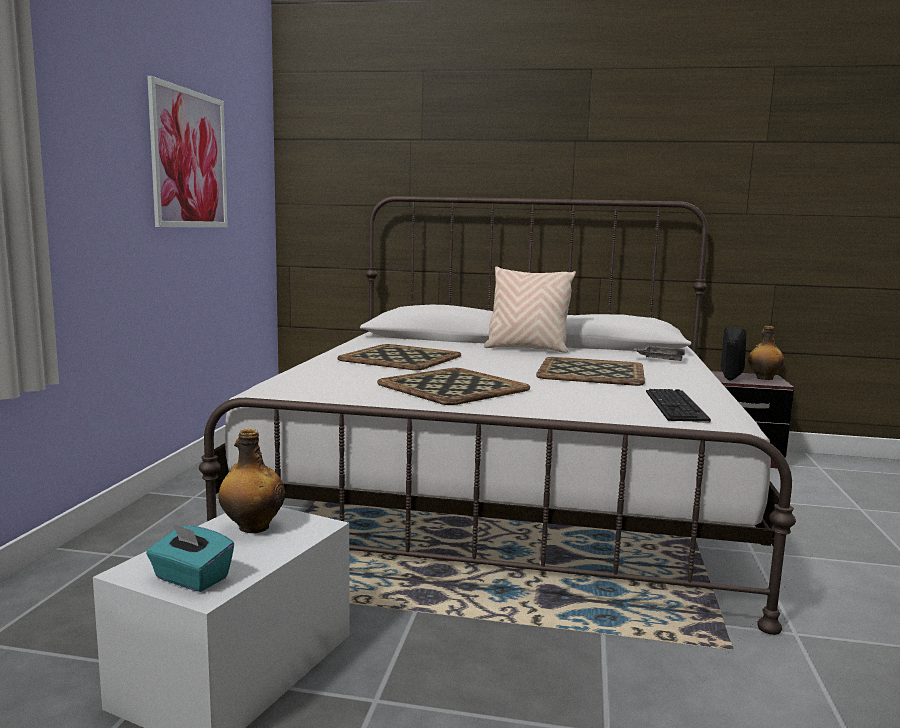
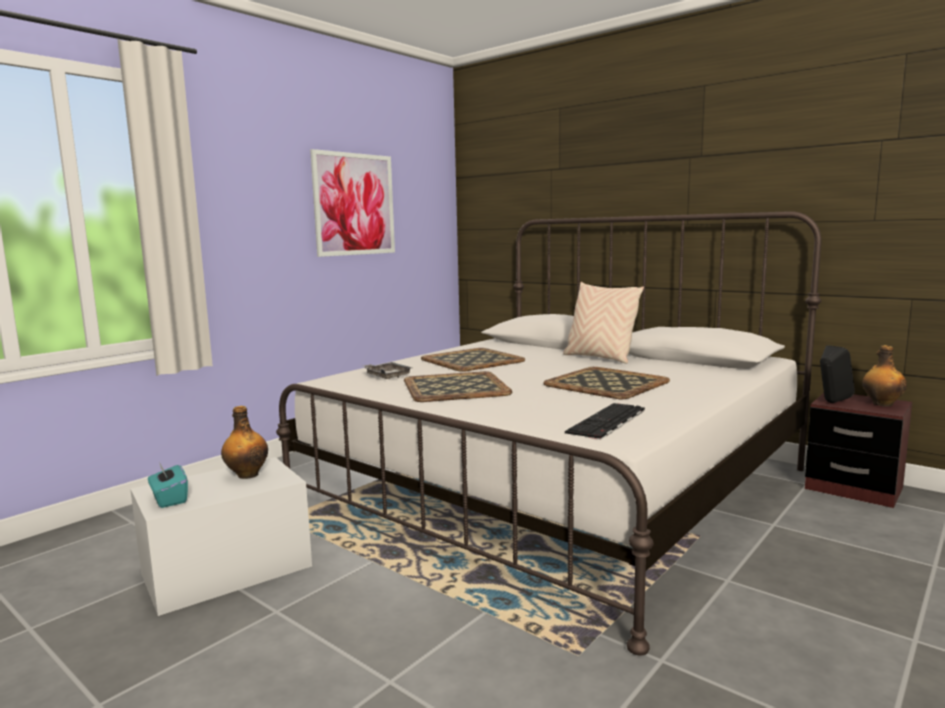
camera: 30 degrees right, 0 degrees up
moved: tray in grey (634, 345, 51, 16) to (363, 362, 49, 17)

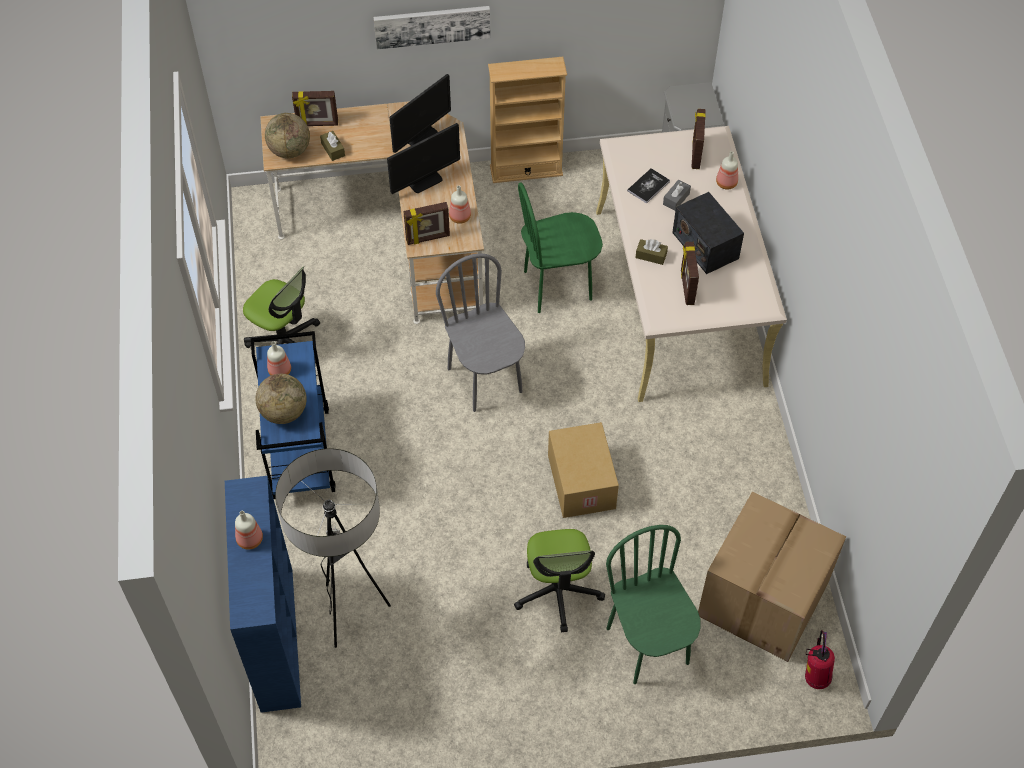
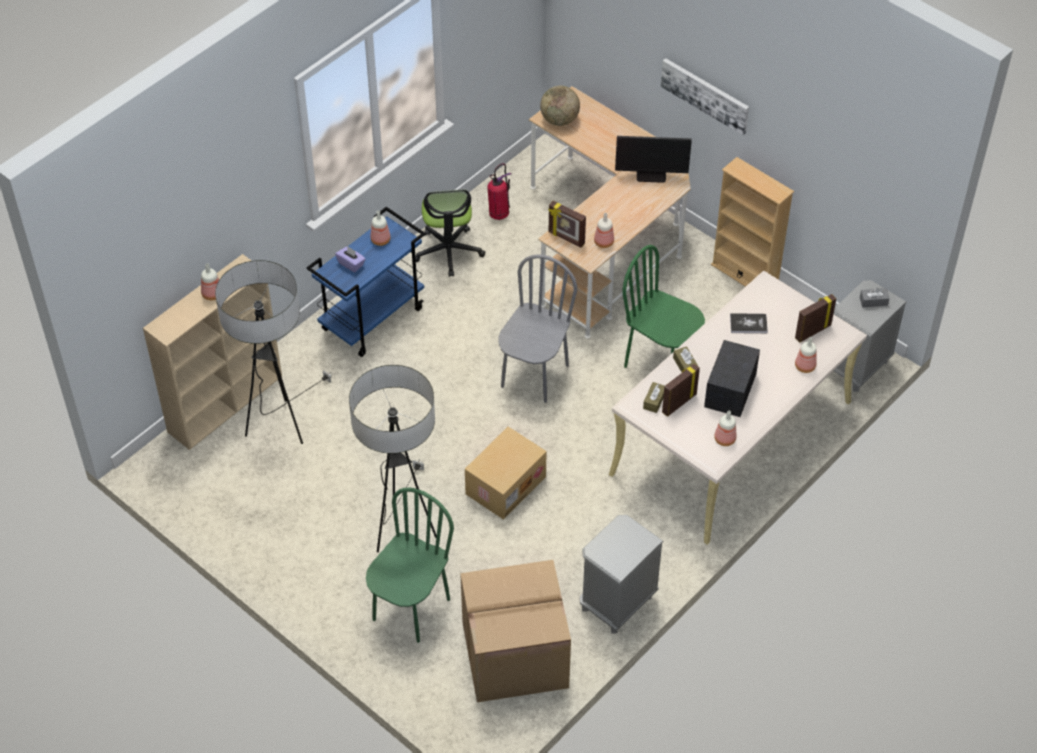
camera: 50 degrees right, 5 degrees down
removed: picture frame (292, 91, 46, 35); monitor (387, 123, 73, 71)
added: nightstand in grey (580, 515, 84, 119); bottle (714, 411, 23, 35)
moved: fire extinguisher (805, 630, 30, 59) to (487, 164, 25, 56); tissue box in brown (320, 131, 25, 30) to (643, 382, 22, 31); tissue box in grey (663, 180, 28, 31) to (860, 288, 29, 19)
replaced: globe (256, 374, 51, 50) to tissue box in purple (335, 246, 31, 26); office chair (514, 529, 91, 103) to floor lamp (349, 365, 88, 187)
recoloured: bookcase in blue (225, 476, 76, 237) to bookcase in beige (143, 254, 139, 196)

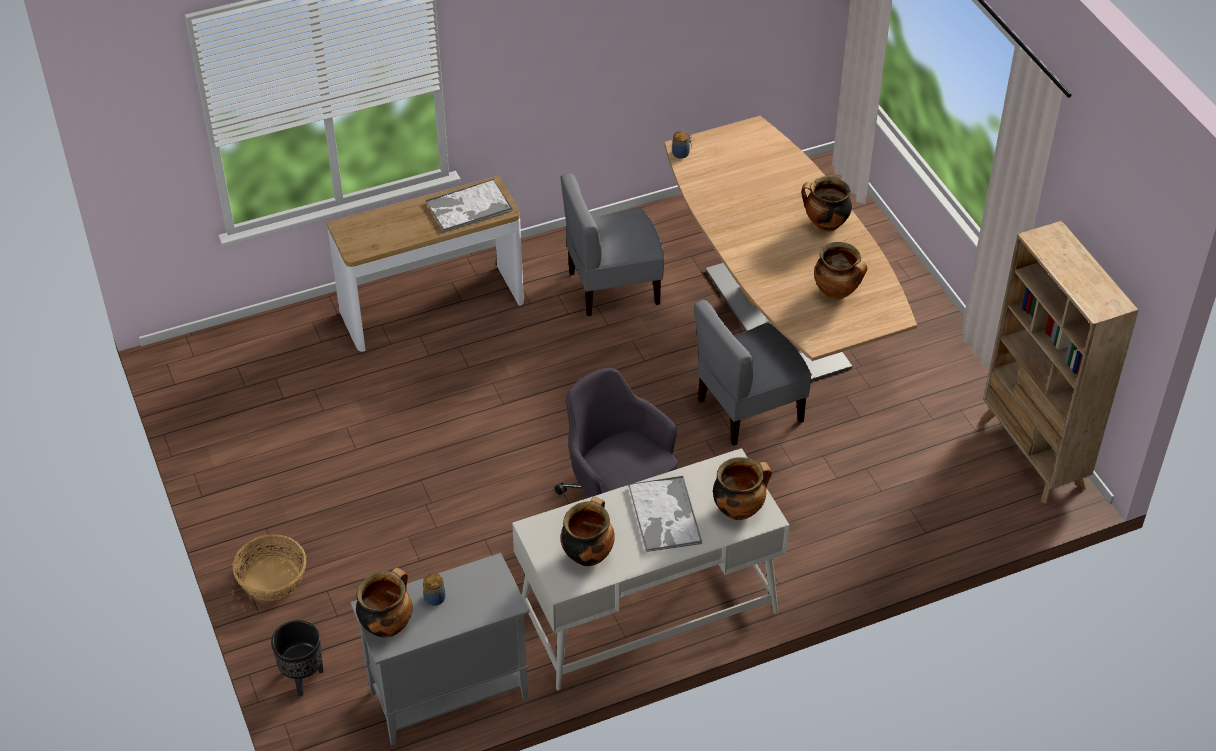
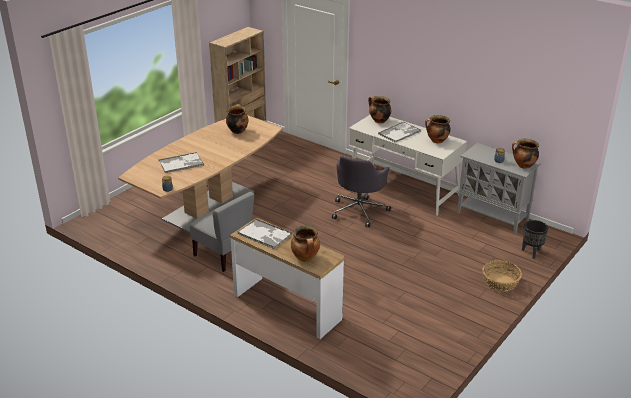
camera: 120 degrees left, 15 degrees down
removed: chair in grey (694, 300, 118, 146)
added: tray (159, 152, 45, 21)
moved: cooking pot (801, 176, 51, 56) to (291, 225, 29, 37)

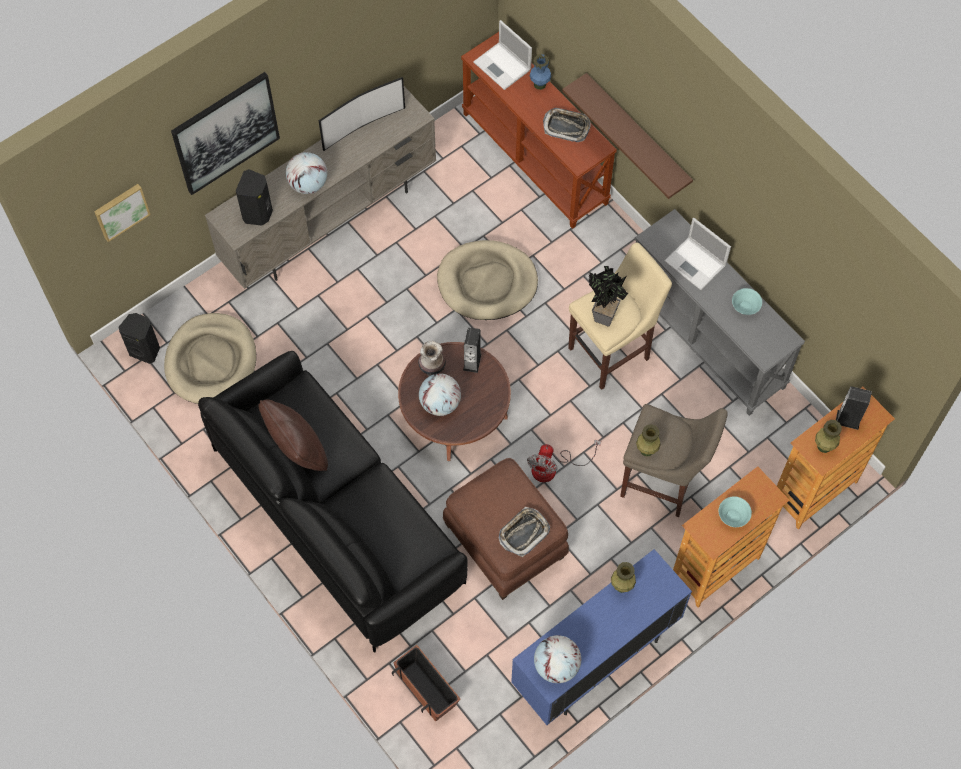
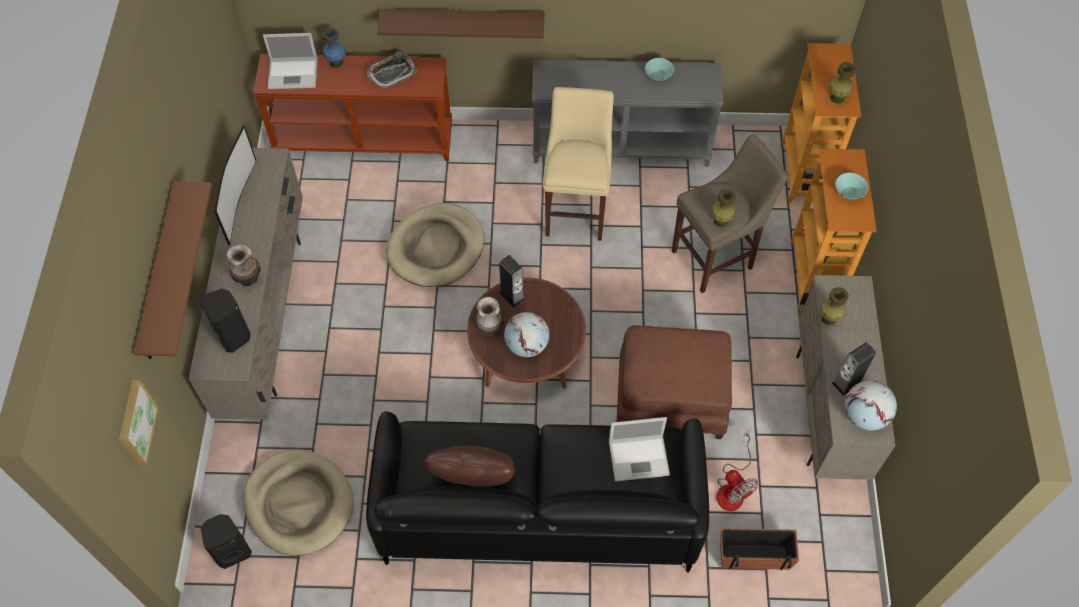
camera: 50 degrees left, 5 degrees down
removed: tray (499, 507, 51, 50); potted plant (588, 266, 40, 61)
moved: laptop (664, 218, 67, 72) to (609, 417, 61, 65); fan (527, 440, 74, 42) to (716, 430, 42, 81); speaker (836, 386, 36, 44) to (832, 342, 44, 54)
replaced: picture (171, 72, 109, 123) to shelf in brown (134, 182, 78, 177); globe (286, 152, 41, 42) to vase (226, 244, 35, 42)
recoloured: cabinet in blue (511, 549, 181, 176) to cabinet in beige (796, 275, 99, 205)

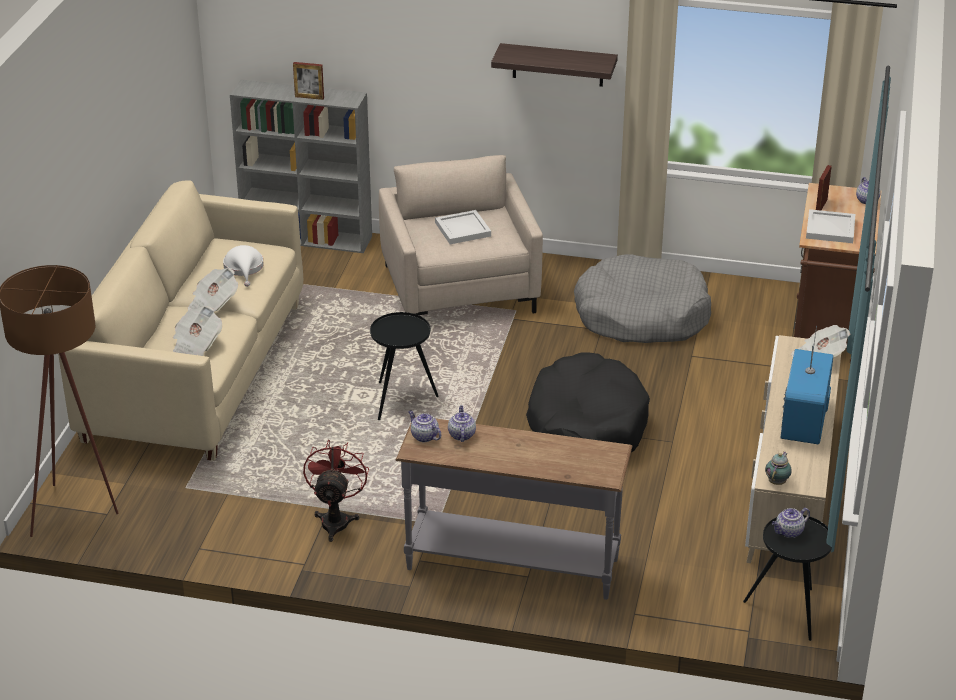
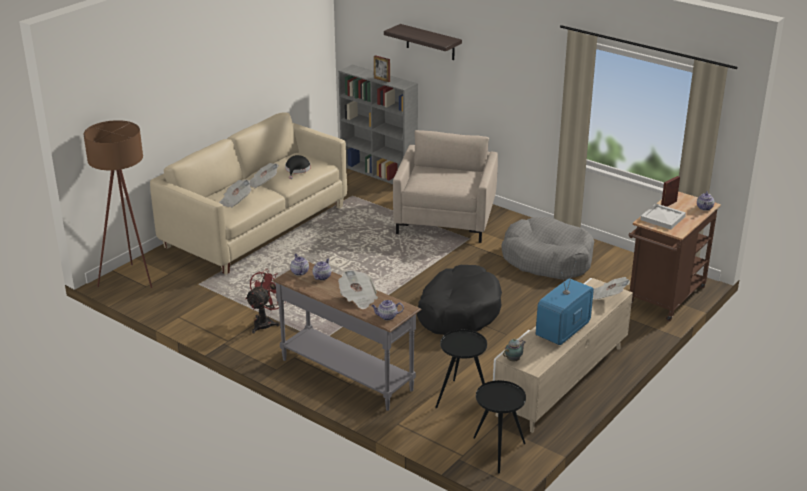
camera: 25 degrees right, 5 degrees down
removed: tray in white (435, 210, 56, 34)
added: newspaper (338, 270, 40, 39)
moved: teapot (772, 508, 38, 30) to (371, 300, 33, 20); shelf (491, 43, 127, 44) to (384, 24, 78, 36); side table in black (370, 312, 69, 108) to (435, 329, 52, 79)
recoloured: hat in white (223, 245, 41, 42) to hat in black (285, 155, 26, 24)

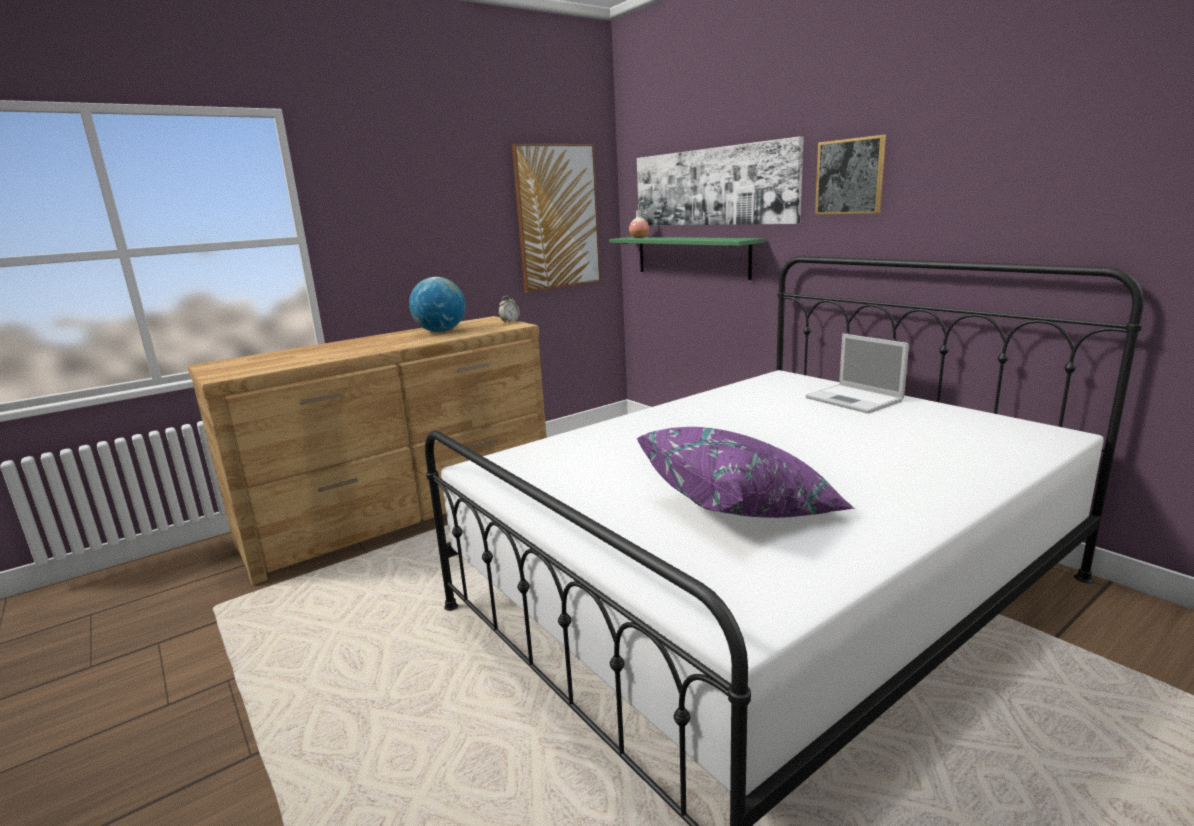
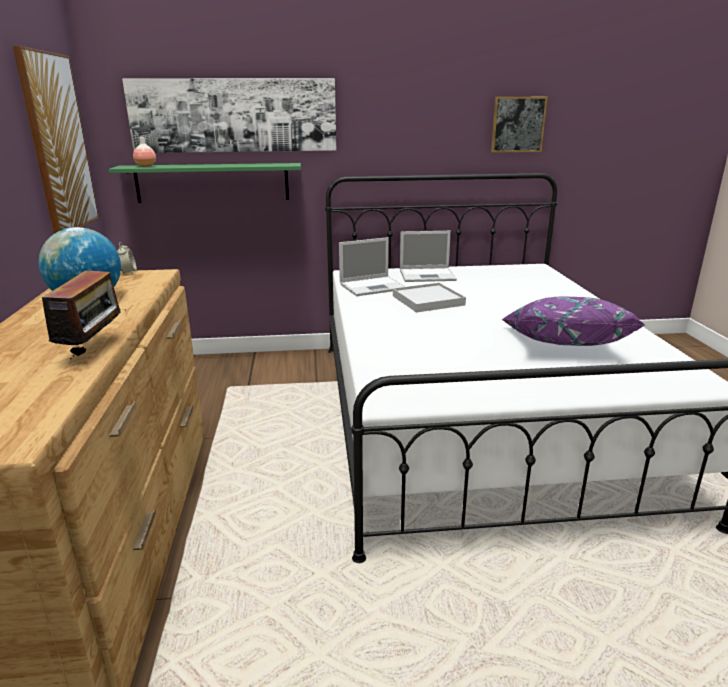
camera: 60 degrees left, 5 degrees up
added: radio (33, 267, 93, 92); laptop (339, 237, 67, 59); tray in white (393, 283, 73, 29)
moved: picture (815, 135, 71, 80) to (491, 97, 57, 56)

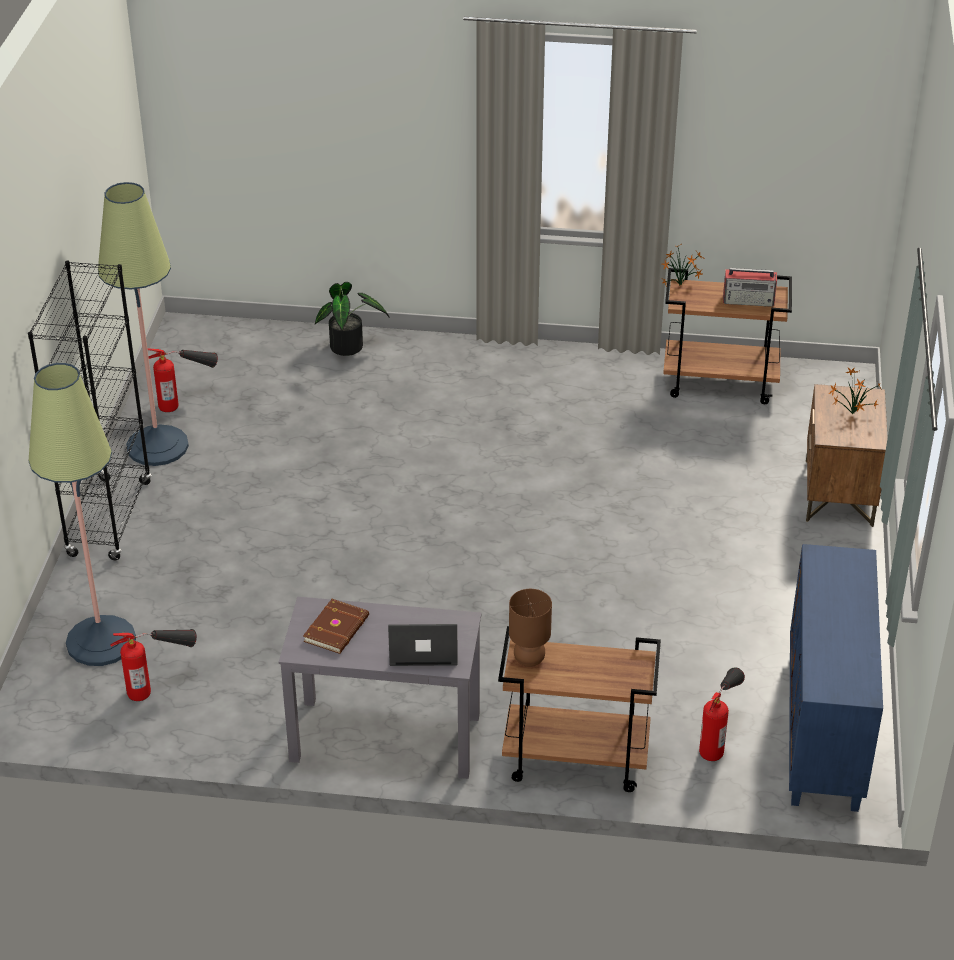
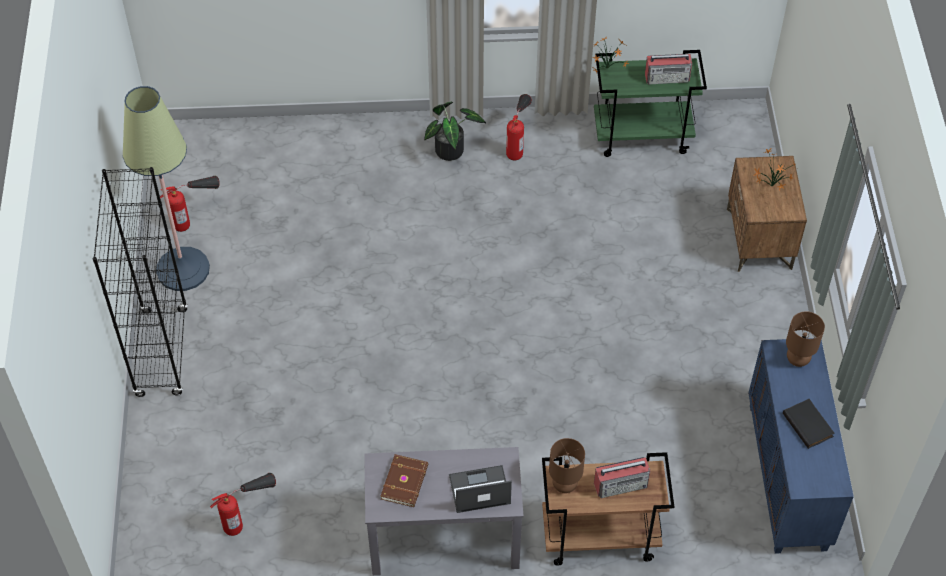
camera: 10 degrees left, 15 degrees up
removed: floor lamp (28, 363, 108, 303)
added: radio (594, 457, 56, 41); book in black (783, 399, 52, 50); table lamp in brown (786, 312, 39, 55)
moved: potted plant (315, 282, 74, 74) to (424, 102, 62, 59); fire extinguisher (699, 667, 46, 94) to (506, 94, 26, 66)
recoloured: cart in brown (663, 268, 129, 136) to cart in green (594, 50, 113, 107)

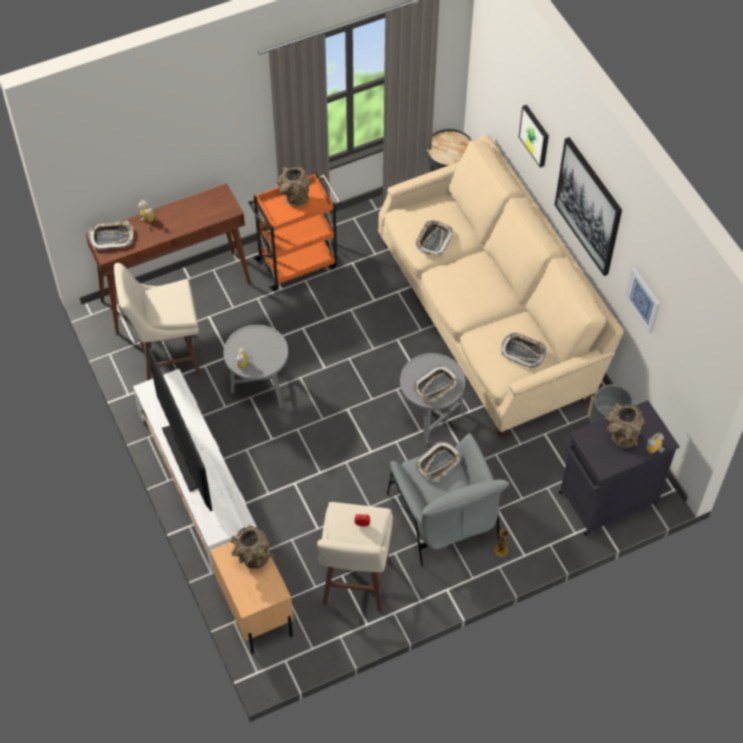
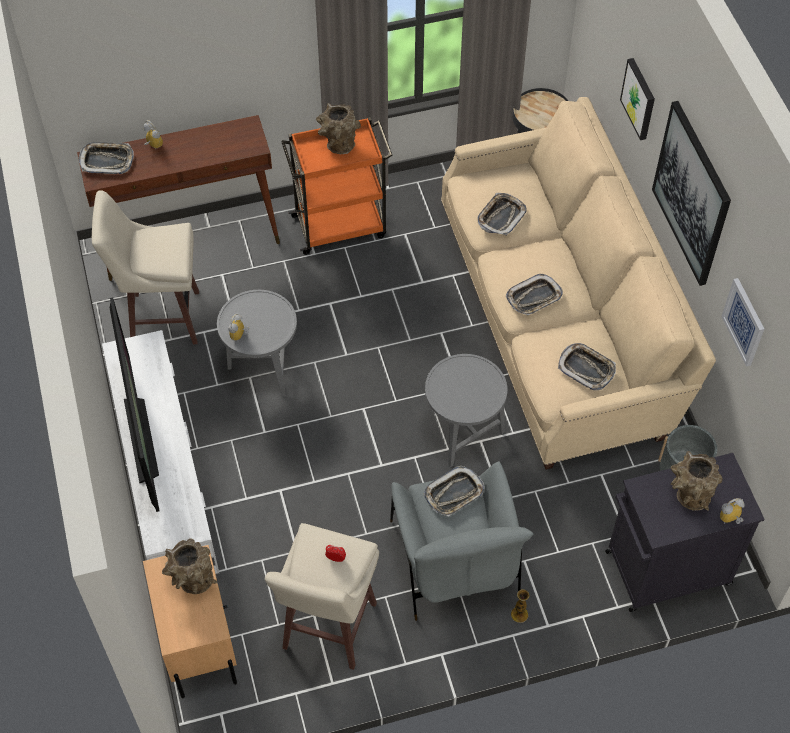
camera: 10 degrees right, 0 degrees up
moved: tray (413, 365, 46, 38) to (506, 274, 57, 41)

